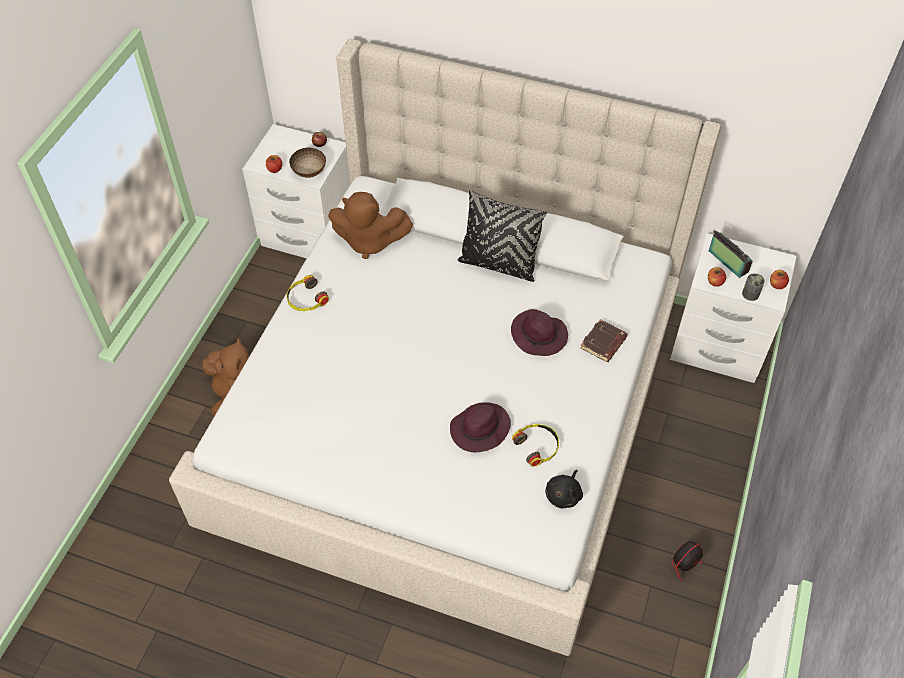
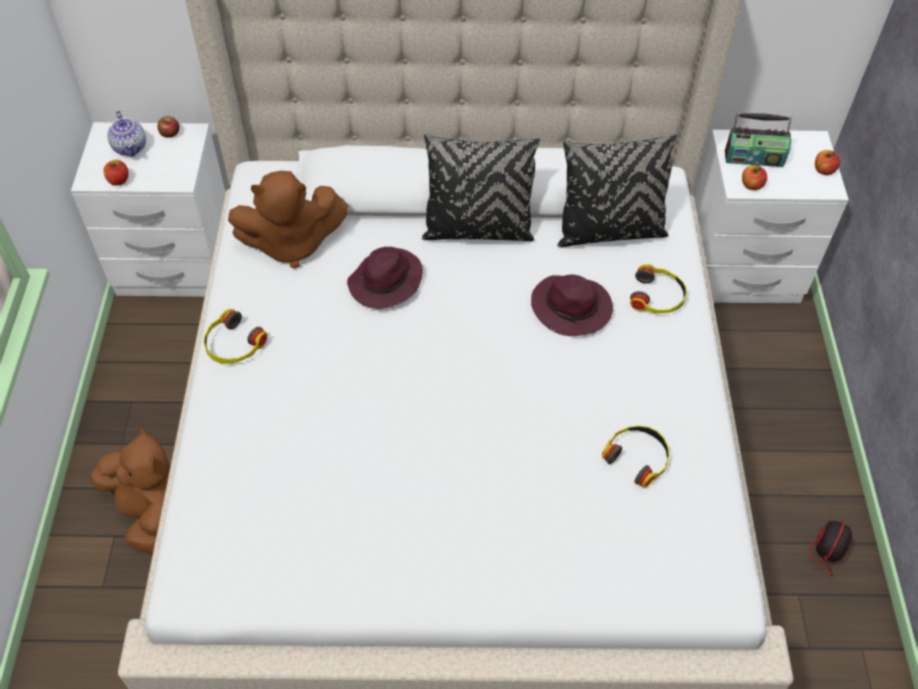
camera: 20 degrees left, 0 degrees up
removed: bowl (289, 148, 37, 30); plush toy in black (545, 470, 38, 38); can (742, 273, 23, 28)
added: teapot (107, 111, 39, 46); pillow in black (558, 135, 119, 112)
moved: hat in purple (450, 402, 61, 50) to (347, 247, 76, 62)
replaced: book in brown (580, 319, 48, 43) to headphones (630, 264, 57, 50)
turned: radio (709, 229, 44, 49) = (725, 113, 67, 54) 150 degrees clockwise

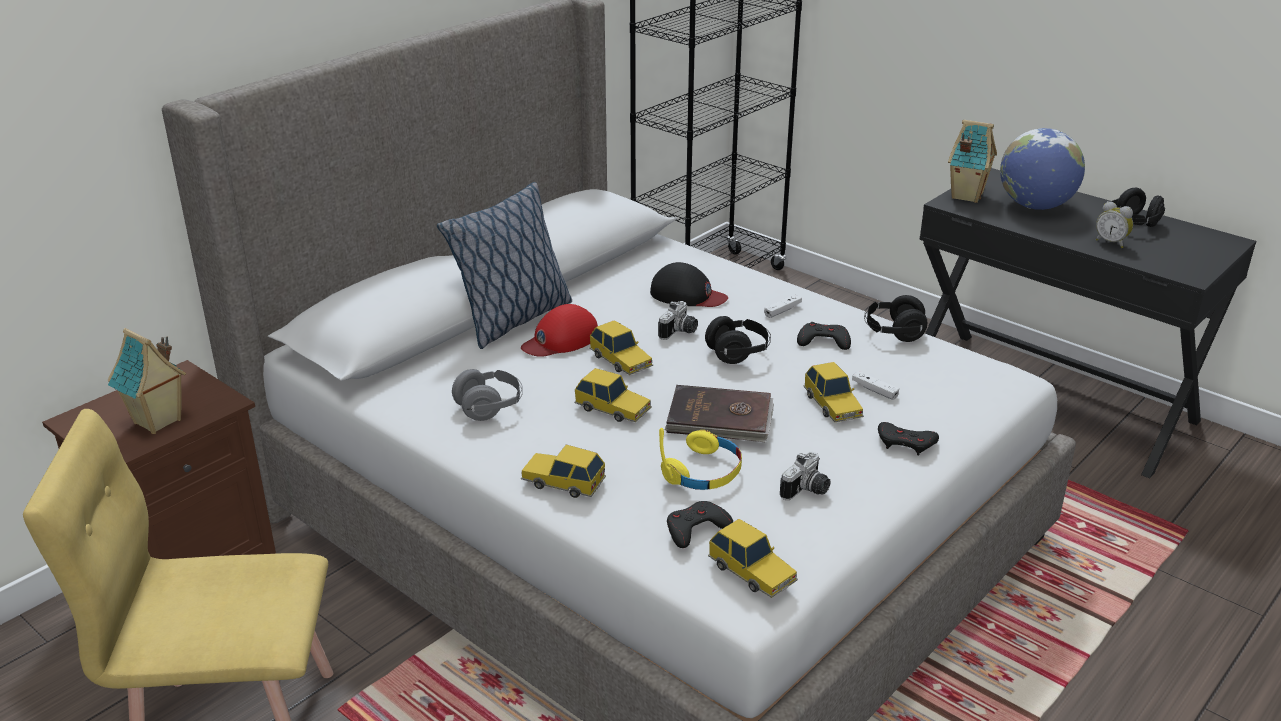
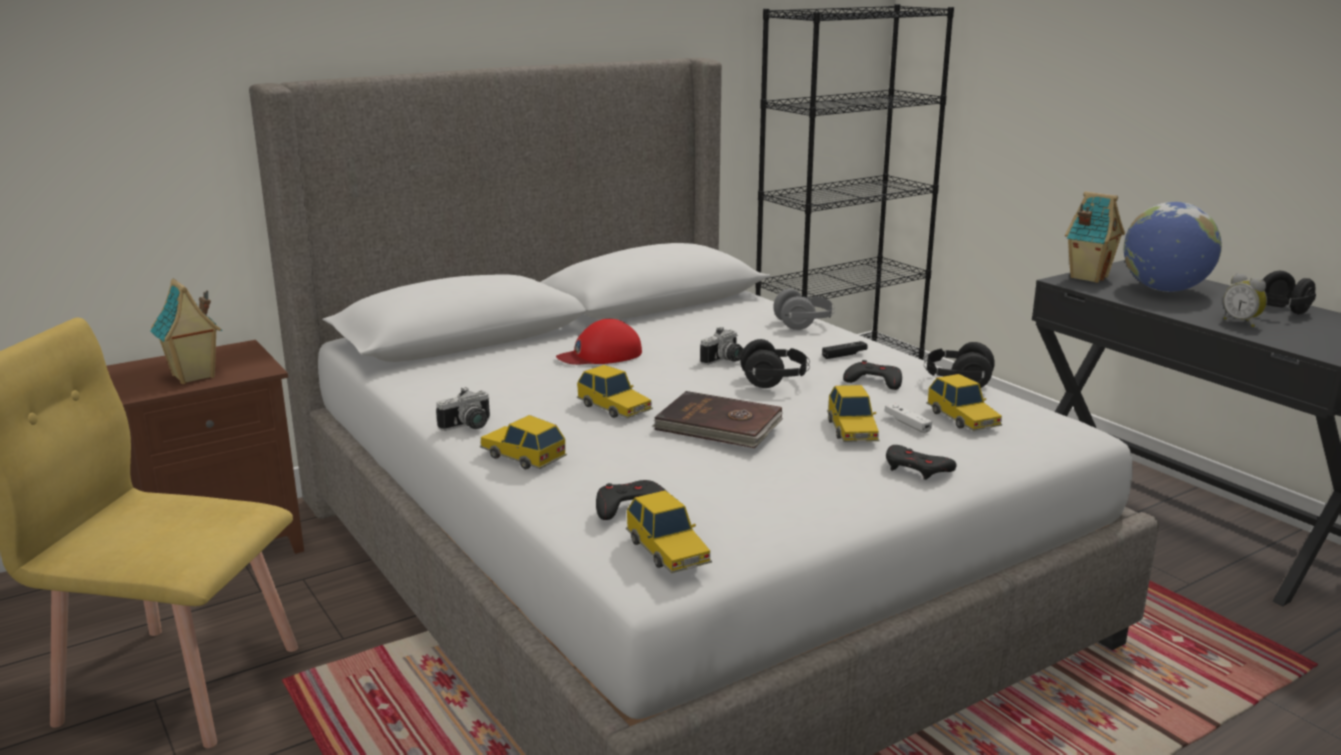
camera: 15 degrees right, 10 degrees down
removed: pillow (437, 182, 135, 167); cap in black (650, 262, 78, 45); headphones in yellow (659, 428, 83, 62)
moved: photo camera (780, 452, 51, 48) to (436, 387, 54, 44); headphones in grey (452, 369, 71, 52) to (773, 288, 62, 42); toy car (589, 320, 64, 55) to (926, 374, 76, 57)
recoloured: game controller in white (764, 295, 38, 23) to game controller in black (822, 341, 46, 18)

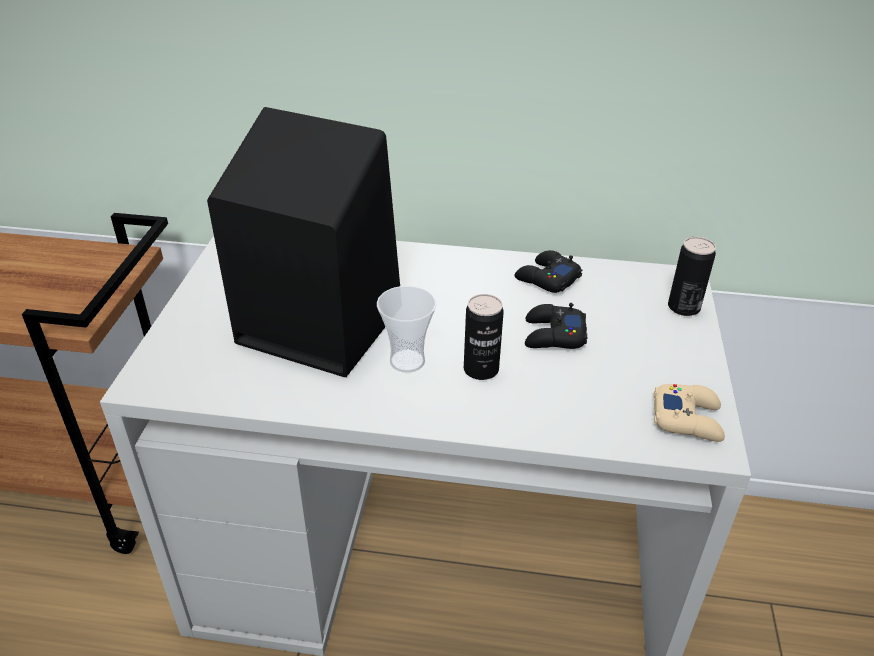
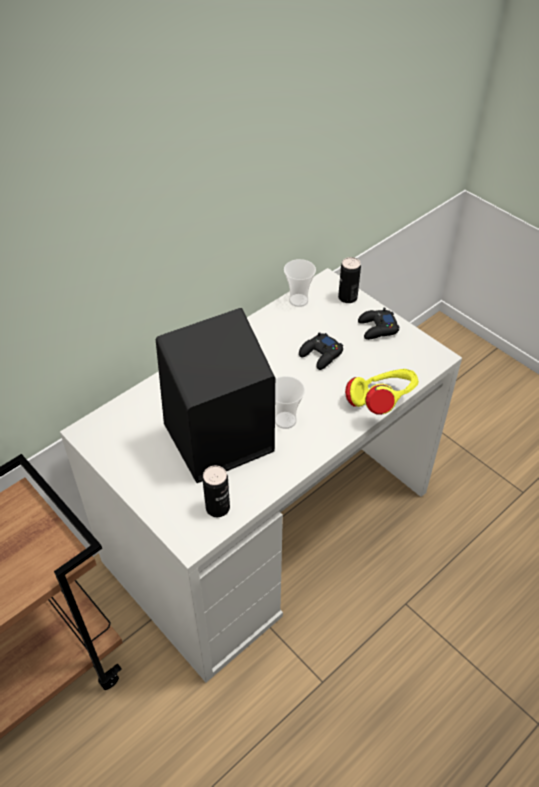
camera: 50 degrees left, 10 degrees up
removed: game controller in beige (654, 384, 71, 58)
added: cup (284, 259, 32, 48); headphones in yellow (345, 369, 74, 46)
moved: can (464, 294, 40, 86) to (203, 466, 27, 51); game controller in black (515, 250, 67, 43) to (358, 308, 41, 32)

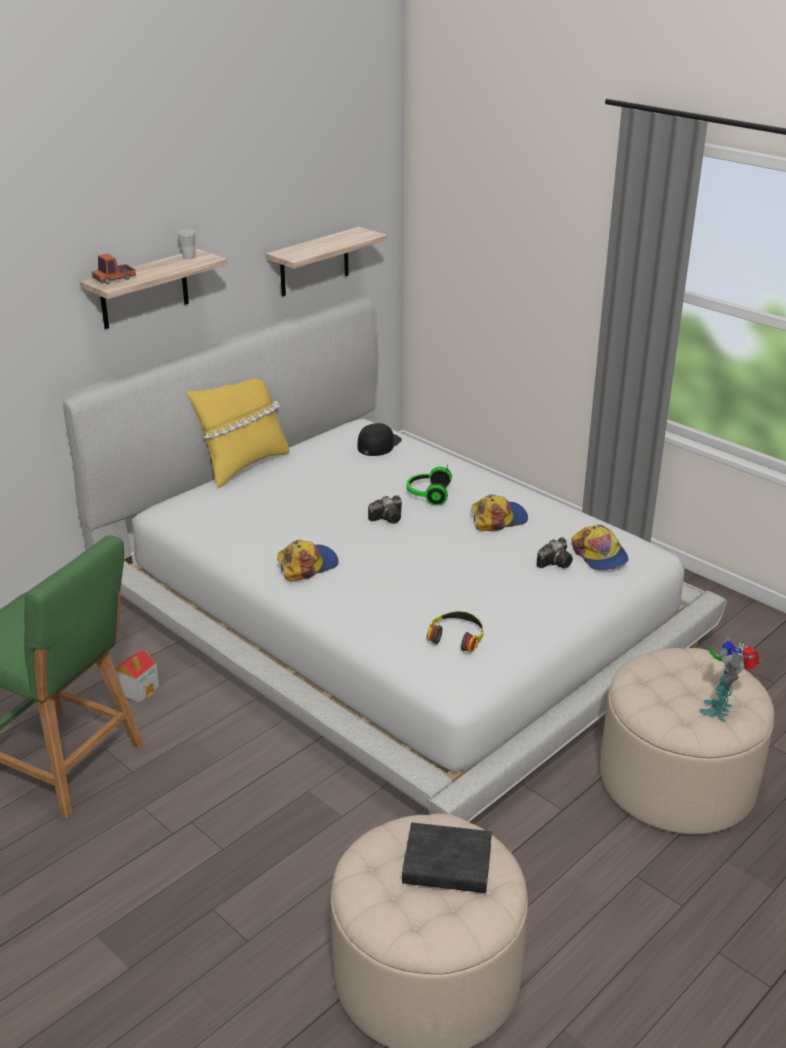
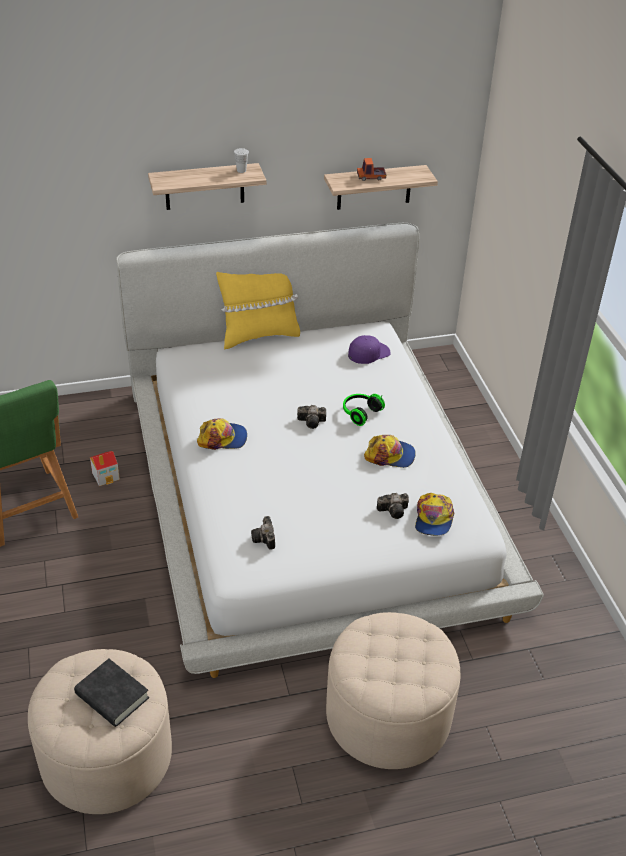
camera: 30 degrees right, 10 degrees up
removed: toy robot (699, 636, 60, 86)
moved: toy truck (91, 254, 45, 30) to (357, 158, 29, 23)
replaced: headphones (427, 611, 57, 41) to photo camera (251, 516, 24, 33)
recoloured: cap in black (358, 423, 44, 33) to cap in purple (348, 335, 43, 29)

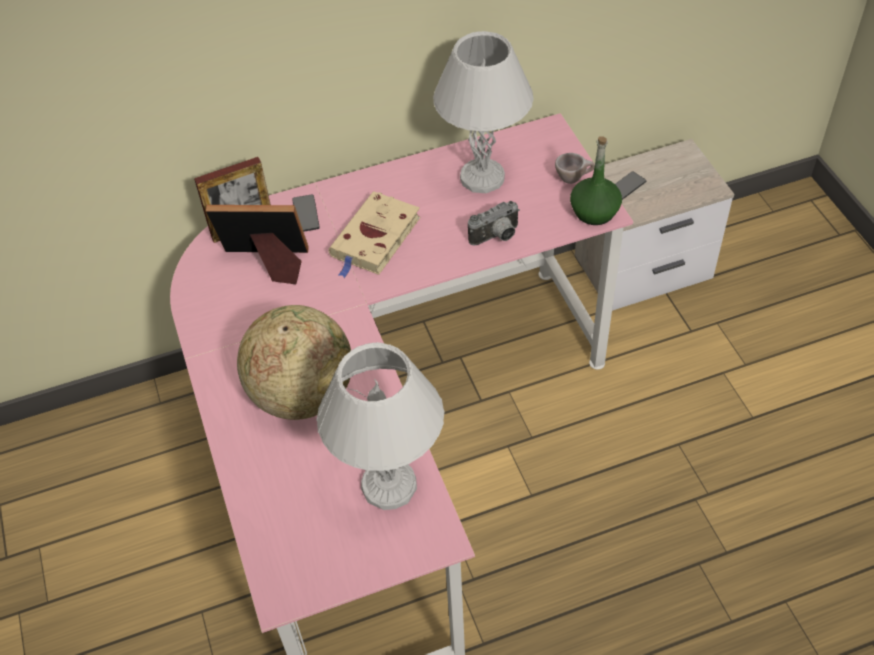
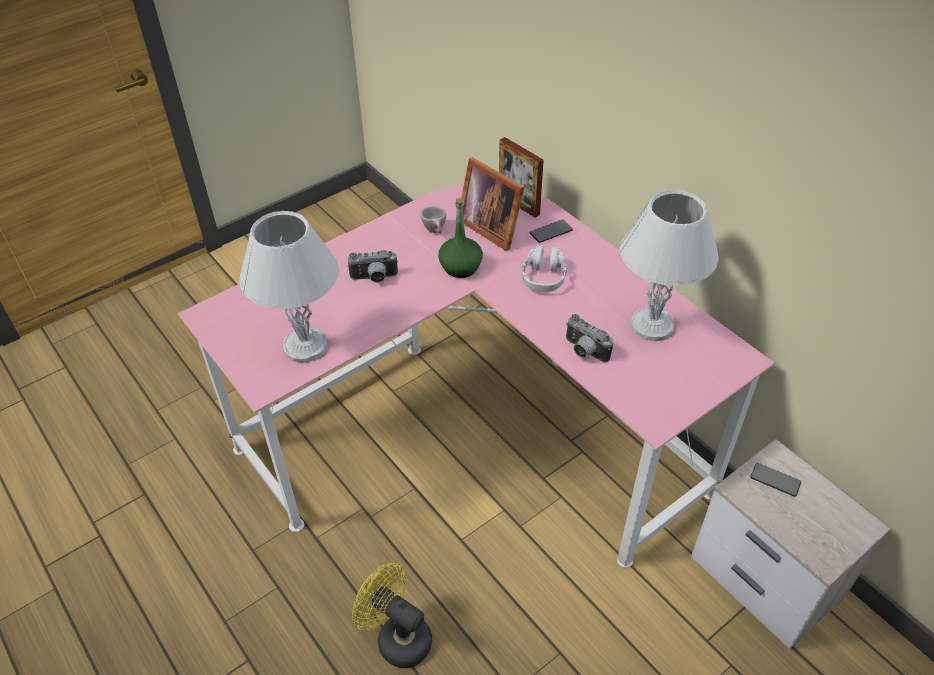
camera: 70 degrees right, 5 degrees down
added: fan in yellow (352, 563, 80, 105)
moved: cup in beige (555, 153, 40, 31) to (421, 206, 25, 27); bottle in green (570, 136, 52, 89) to (438, 198, 45, 80)
replaced: globe (237, 305, 114, 115) to photo camera (347, 250, 51, 33); book in beige (328, 191, 93, 87) to headphones in grey (522, 245, 45, 47)
turned: picture frame (206, 205, 103, 79) = (461, 157, 64, 94) 150 degrees clockwise

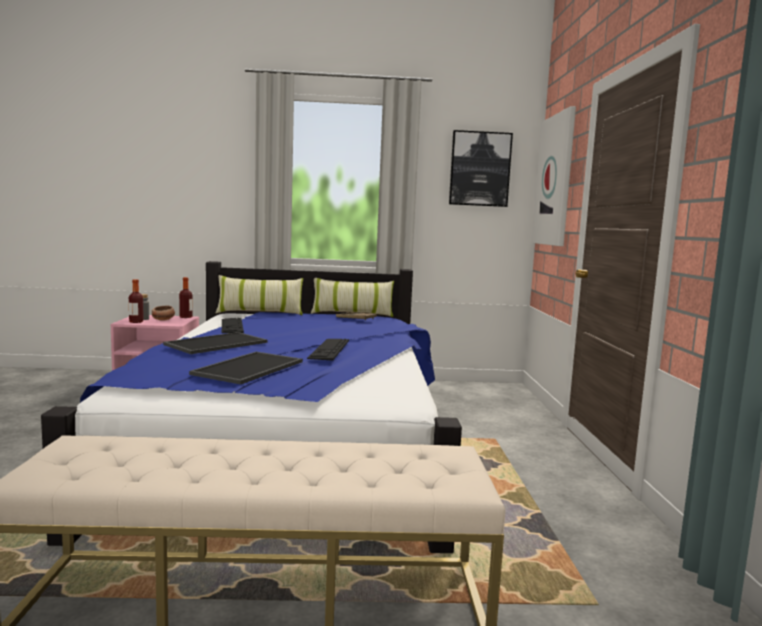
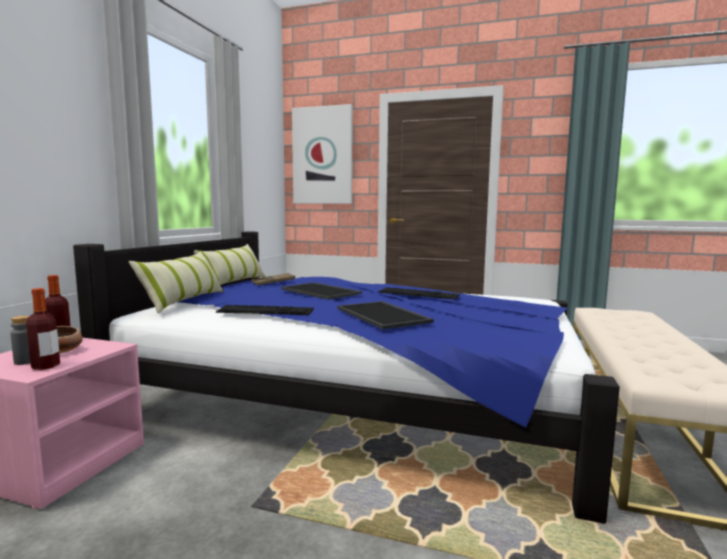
camera: 70 degrees left, 0 degrees up
removed: picture (449, 130, 64, 77)
moved: tray (189, 352, 114, 32) to (281, 282, 81, 18)

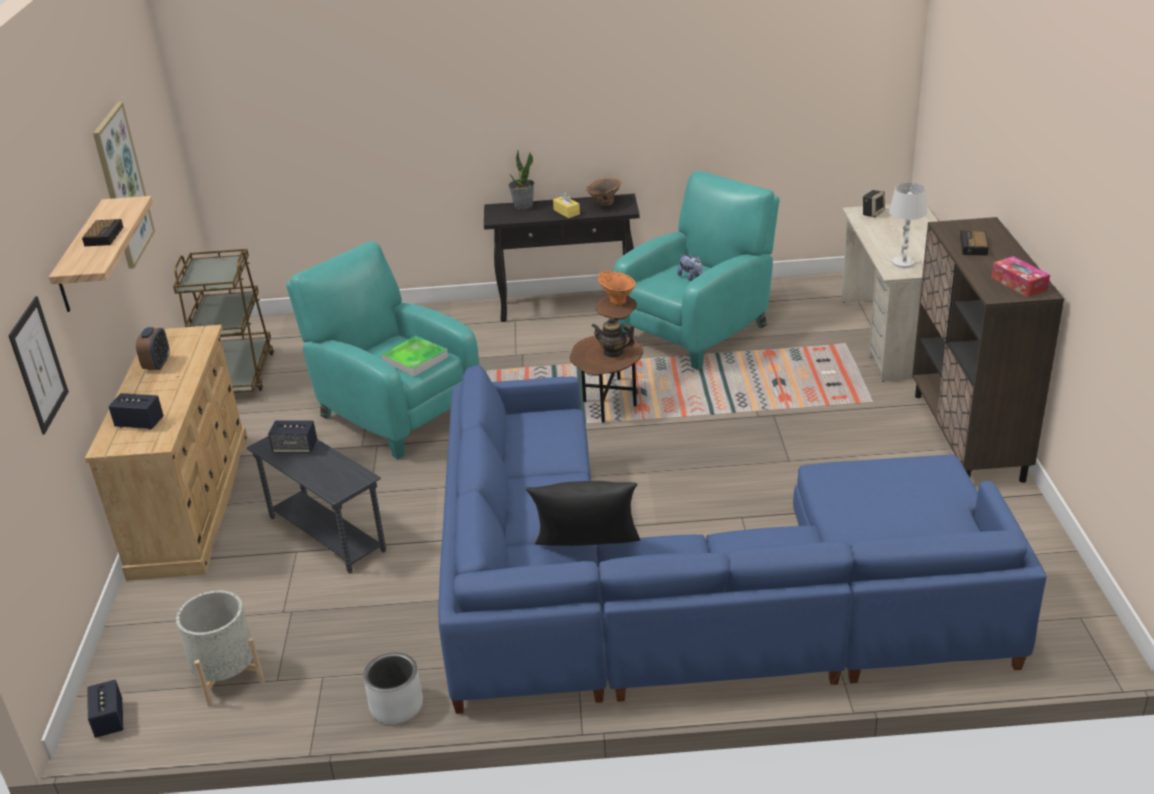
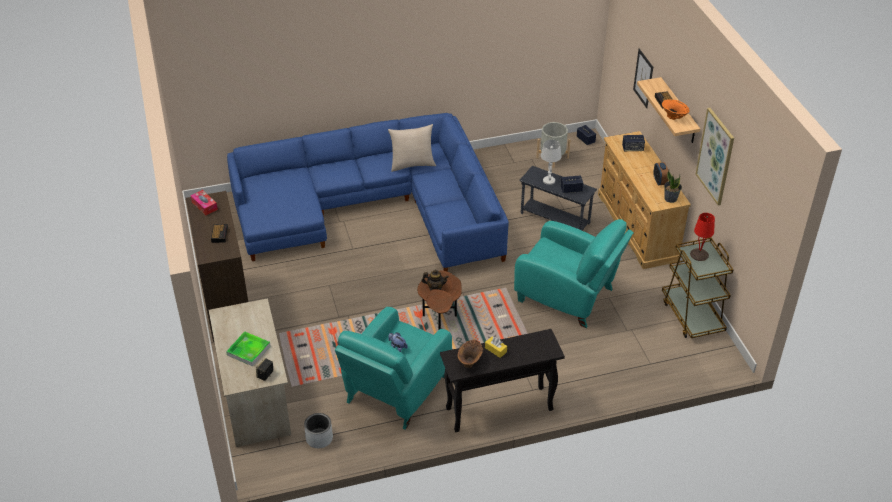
camera: 165 degrees right, 10 degrees up
added: table lamp in red (690, 213, 25, 48)
moved: tray (382, 336, 66, 41) to (226, 331, 44, 35); planter in grey (363, 653, 60, 71) to (304, 413, 29, 35); table lamp in white (889, 183, 38, 85) to (541, 140, 20, 45); vase in orange (597, 271, 39, 34) to (662, 99, 28, 21); potted plant (509, 149, 25, 61) to (664, 169, 18, 34)
recoloured: pillow in black (526, 481, 114, 65) to pillow in beige (388, 124, 48, 48)

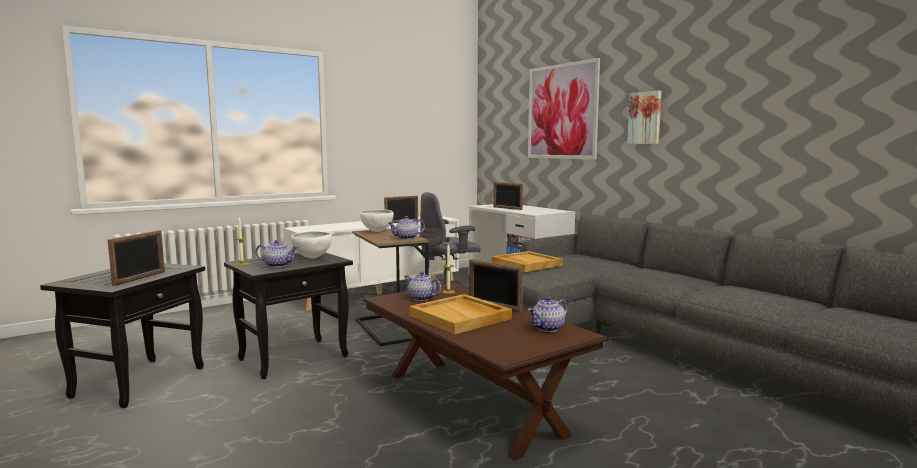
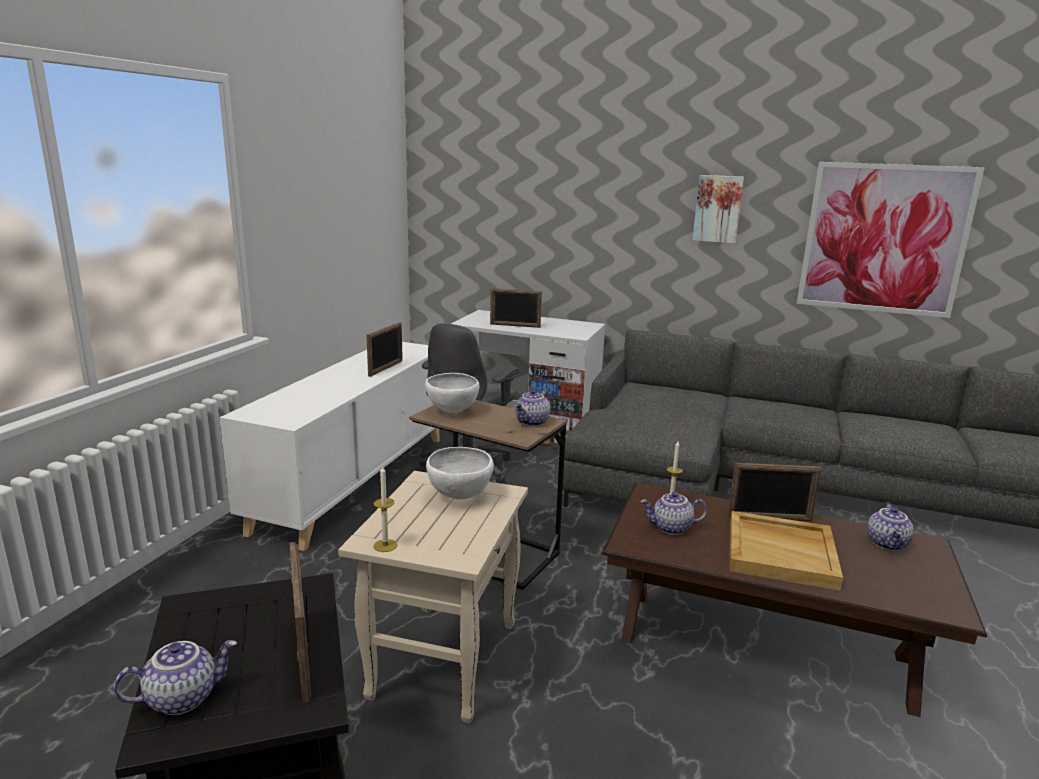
camera: 35 degrees left, 10 degrees up
removed: tray in beige (492, 251, 71, 21)
moved: teapot (256, 240, 42, 27) to (113, 640, 124, 75); picture (528, 58, 72, 101) to (797, 162, 188, 156)
recoloured: side table in black (224, 252, 129, 127) to side table in beige (338, 471, 190, 252)

